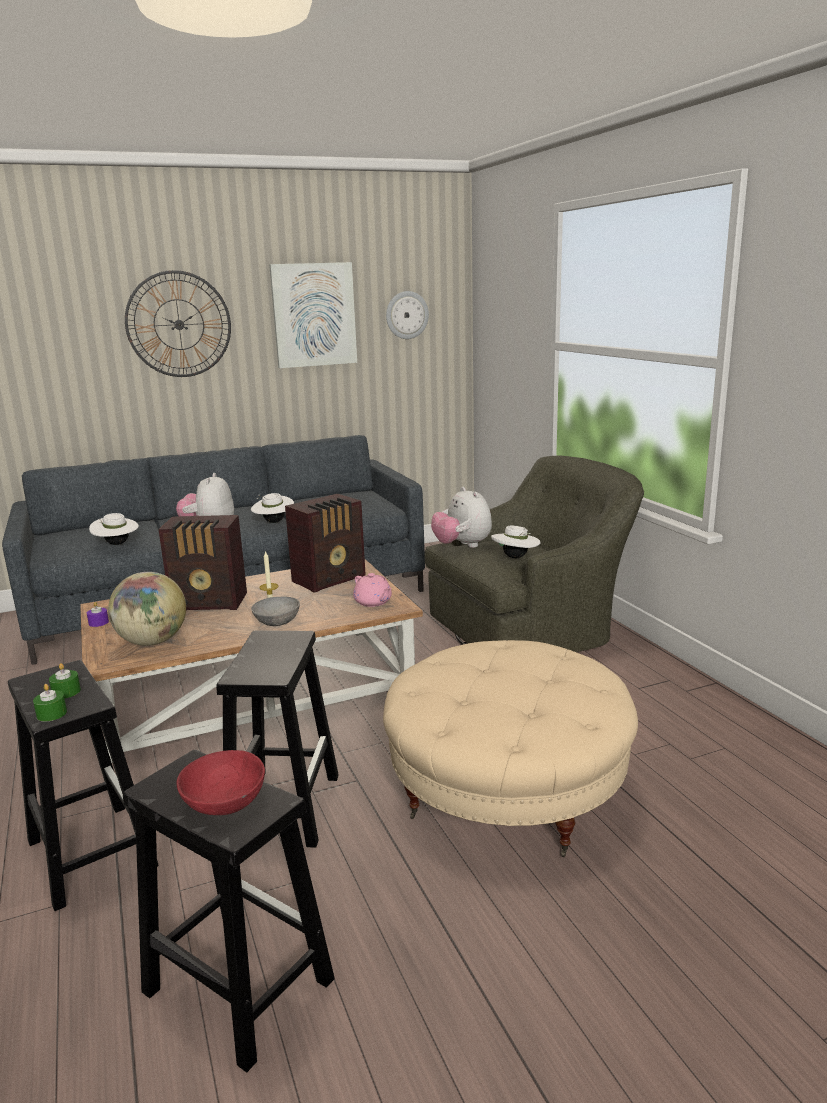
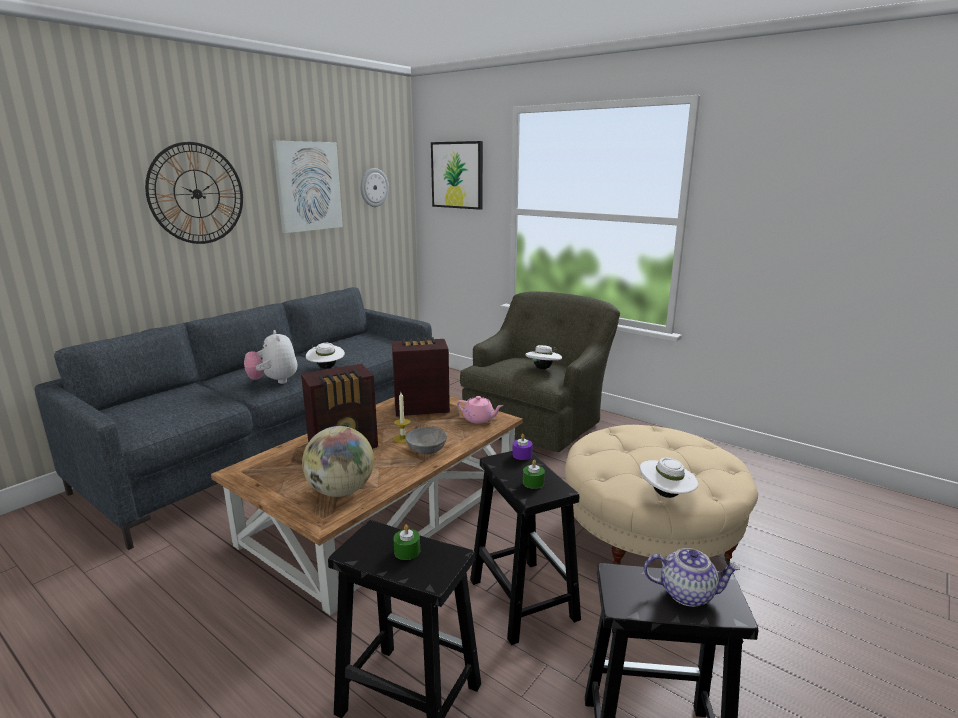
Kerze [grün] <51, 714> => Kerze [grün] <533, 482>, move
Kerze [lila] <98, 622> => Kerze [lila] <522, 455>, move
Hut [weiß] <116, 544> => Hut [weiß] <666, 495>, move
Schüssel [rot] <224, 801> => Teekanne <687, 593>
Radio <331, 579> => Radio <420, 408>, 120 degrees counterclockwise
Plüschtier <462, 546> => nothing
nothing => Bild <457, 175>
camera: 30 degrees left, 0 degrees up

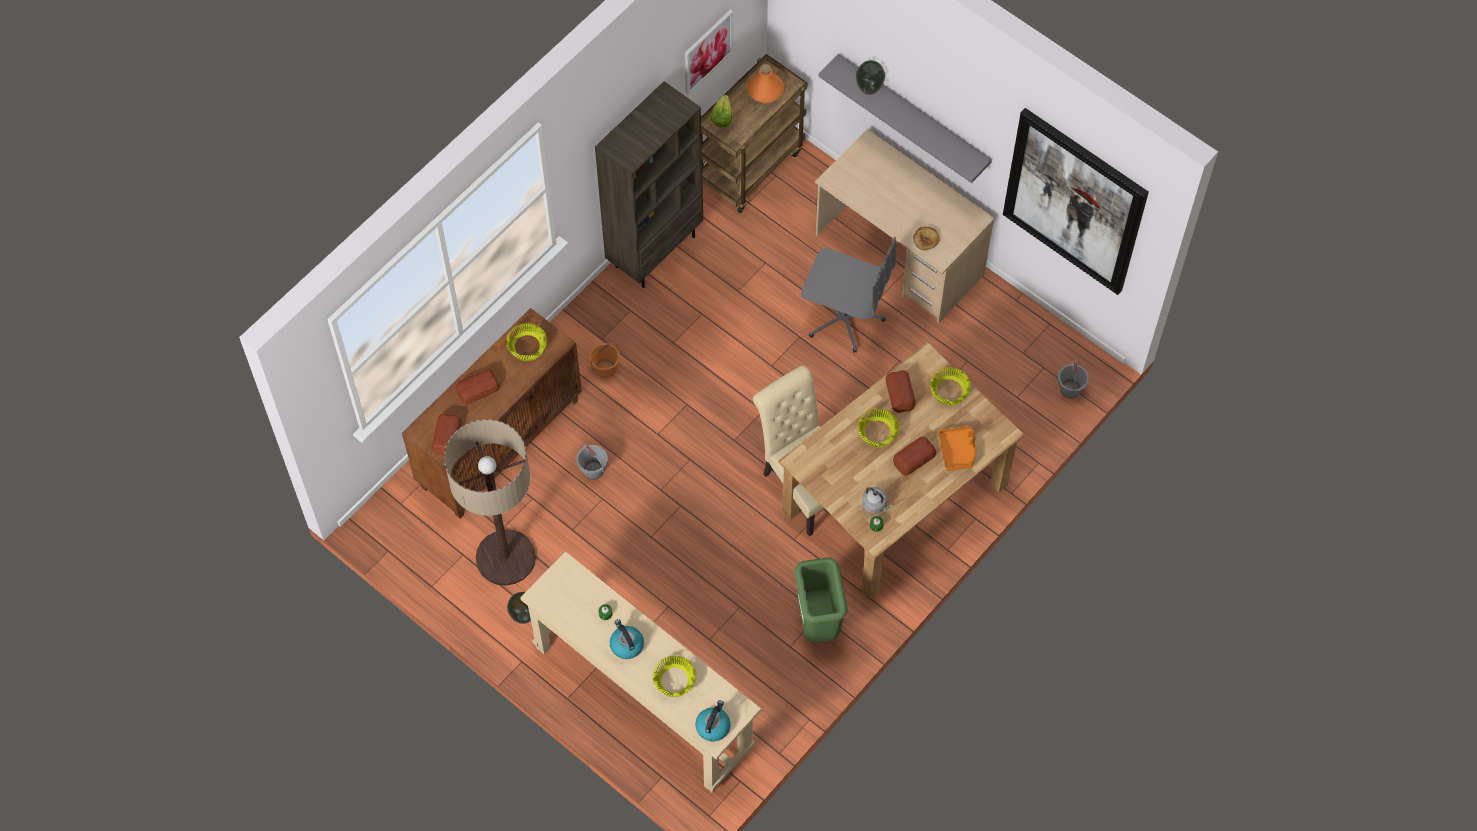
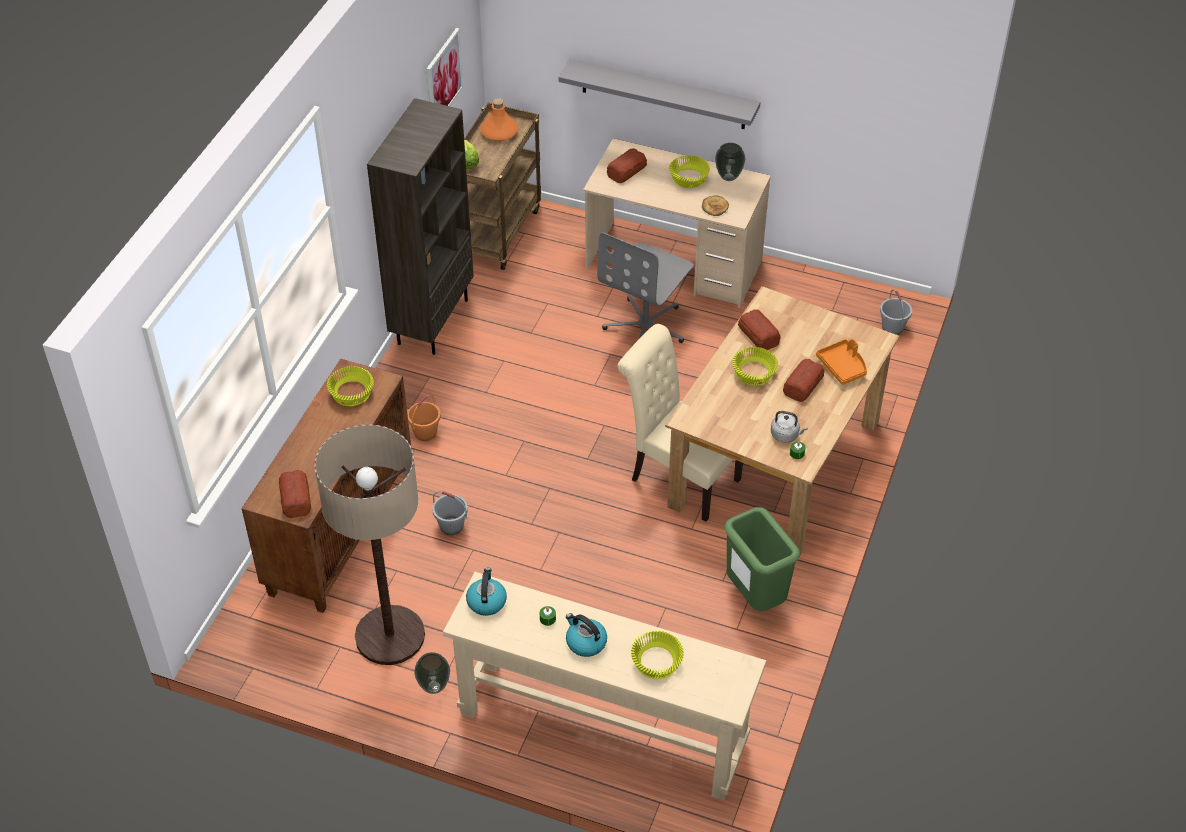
Brot <479, 389> => Brot <627, 170>, move
Wasserkessel <713, 726> => Wasserkessel <486, 601>, move
Bürostuhl [grau] <844, 317> => Bürostuhl [grau] <646, 327>, 120 degrees clockwise
Vase <869, 89> => Vase <729, 177>, move
Schüssel [gelb] <949, 392> => Schüssel [gelb] <689, 179>, move
Bild <1074, 201> => nothing
camera: 20 degrees left, 15 degrees down

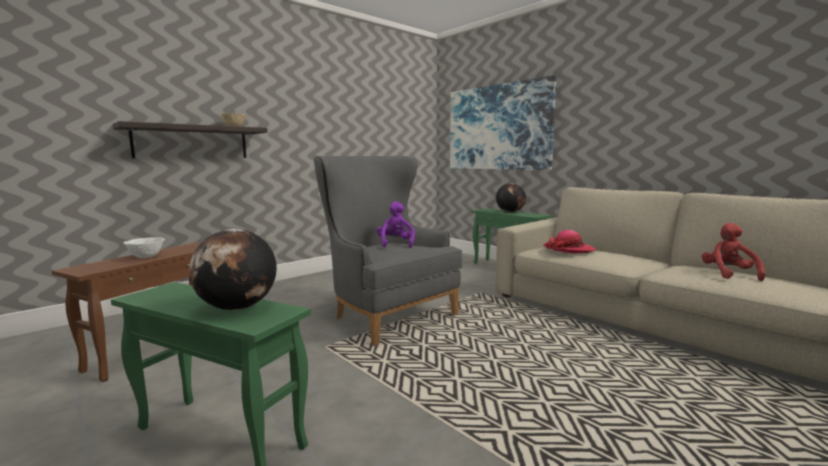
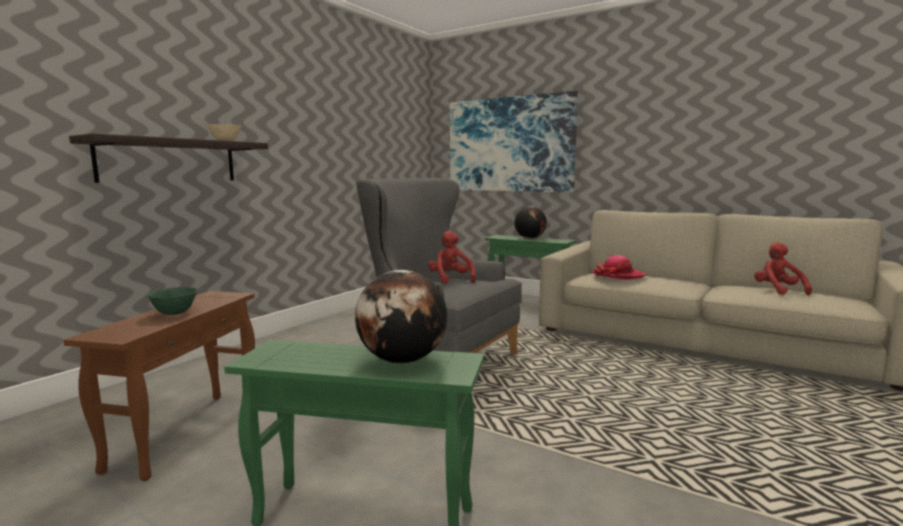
Schüssel [weiß] <146, 257> => Schüssel [grün] <175, 313>
Plüschtier [lila] <395, 244> => Plüschtier [rot] <451, 280>
camera: 15 degrees left, 0 degrees up

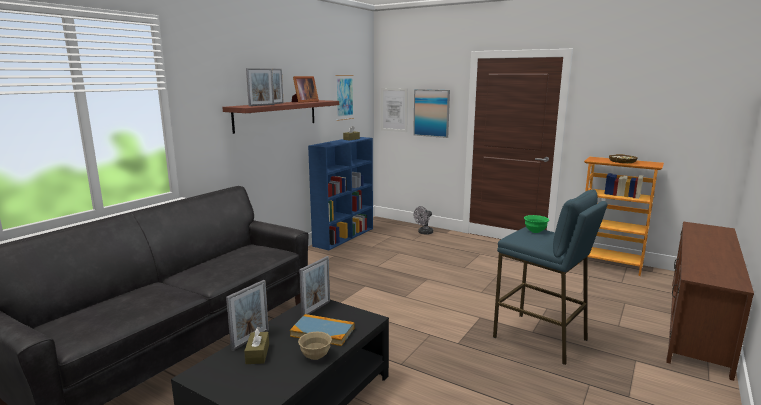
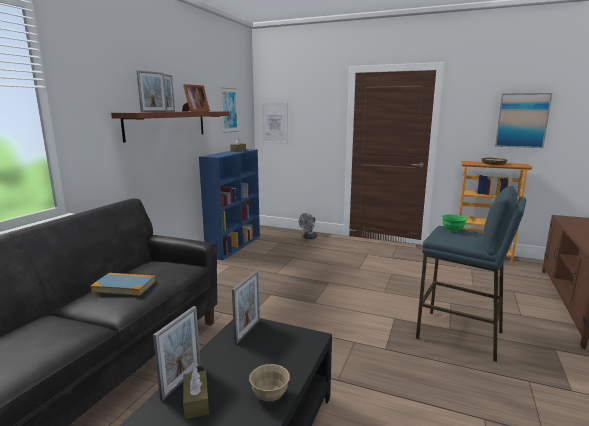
Buch <322, 332> => Buch <124, 286>, move
Bild <431, 113> => Bild <522, 120>, move
camera: 10 degrees left, 0 degrees up

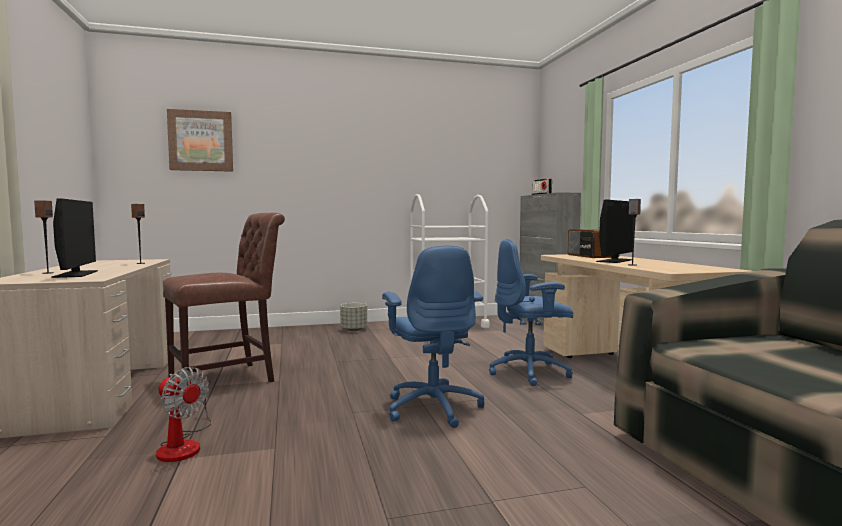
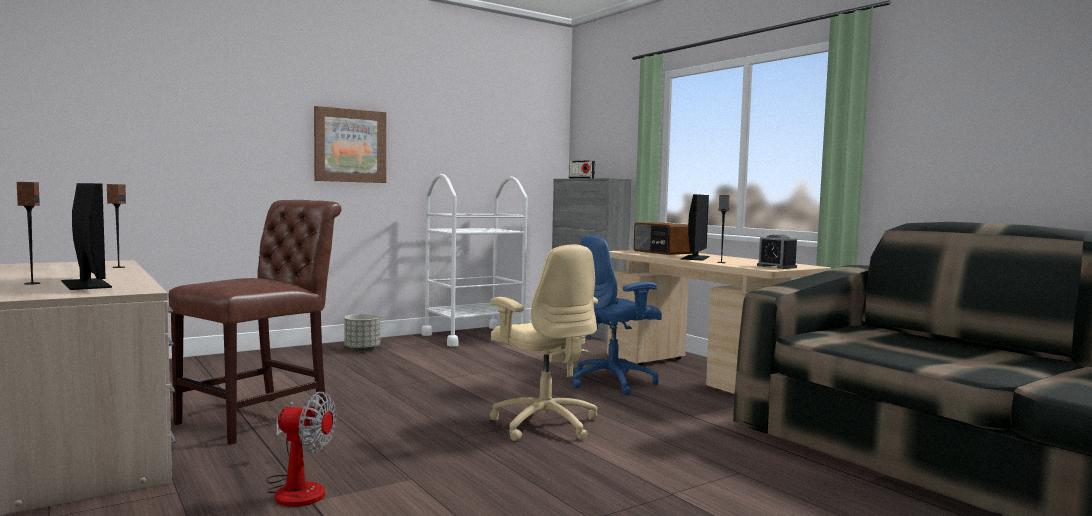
Bild <201, 141> => Bild <350, 146>, move
Bürostuhl [blau] <433, 407> => Bürostuhl [beige] <544, 424>
nothing => Wecker <776, 267>
camera: 20 degrees left, 0 degrees up

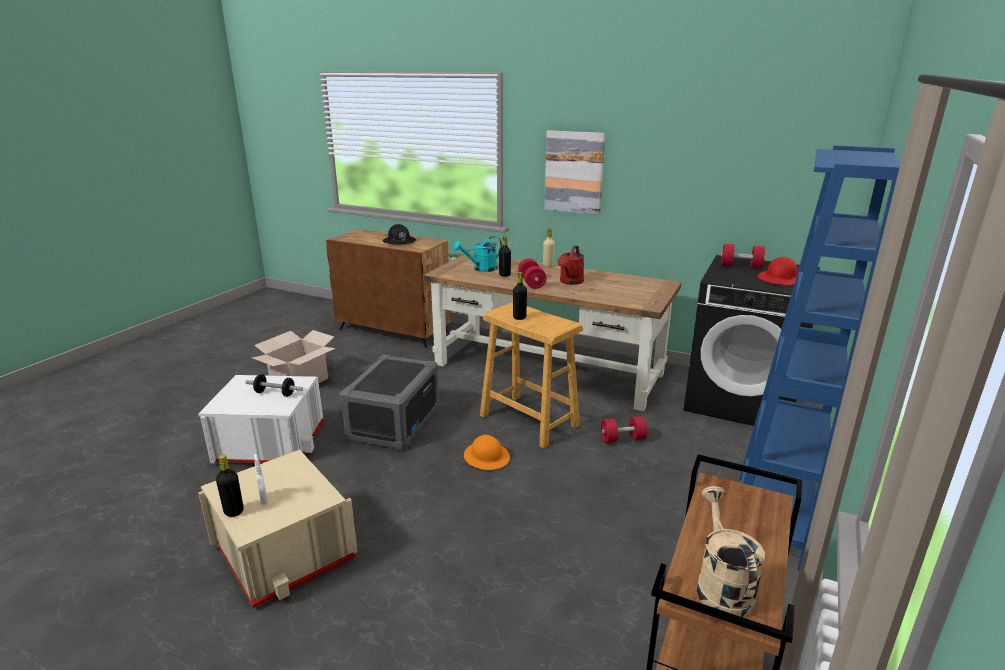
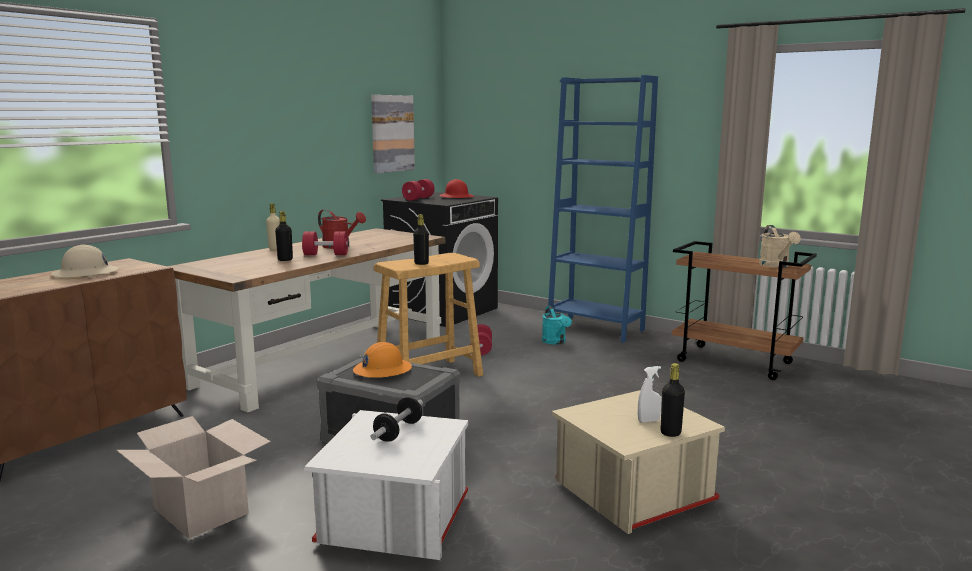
Schutzhelm [schwarz] <399, 241> => Schutzhelm [beige] <86, 273>
Gießkanne [türkis] <481, 269> => Gießkanne [türkis] <555, 342>, move
Schutzhelm [orange] <487, 457> => Schutzhelm [orange] <382, 370>, move
Bild <574, 172> => Bild <392, 133>, move
Gießkanne [beige] <721, 585> => Gießkanne [beige] <776, 266>, 105 degrees counterclockwise
camera: 80 degrees left, 10 degrees down

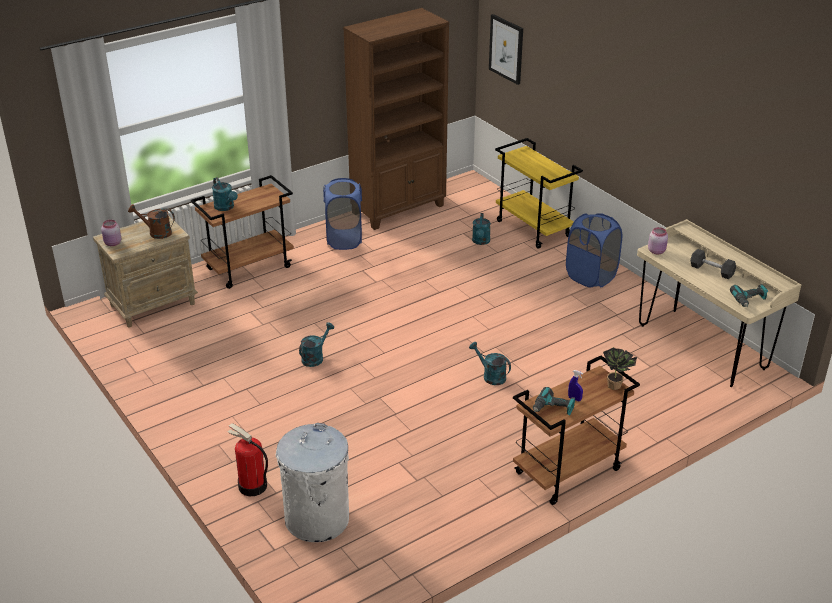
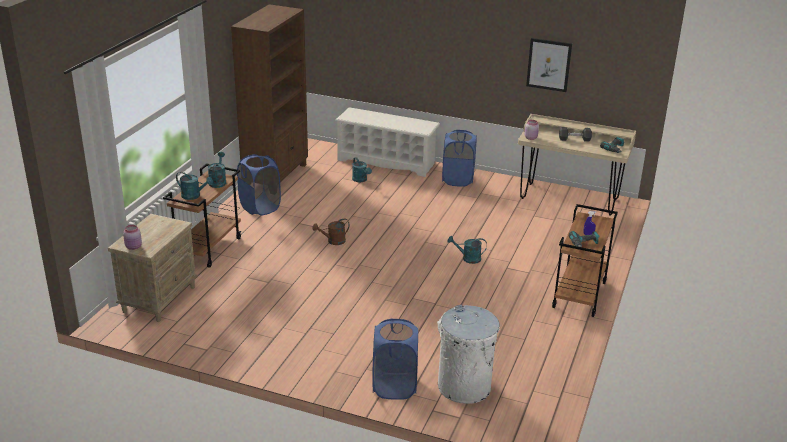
Gießkanne [braun] <156, 233> => Gießkanne [braun] <333, 241>, move
Feuerlöscher <252, 486> => Wäschekorb [blau] <394, 386>
Gießkanne [türkis] <315, 357> => Gießkanne [türkis] <218, 181>, move
Bild <506, 49> => Bild <549, 64>, move
Rollwagen [gelb] <534, 229> => Schuhregal [weiß] <387, 162>
Topfpflanze <616, 385> => nothing
camera: 35 degrees left, 5 degrees down

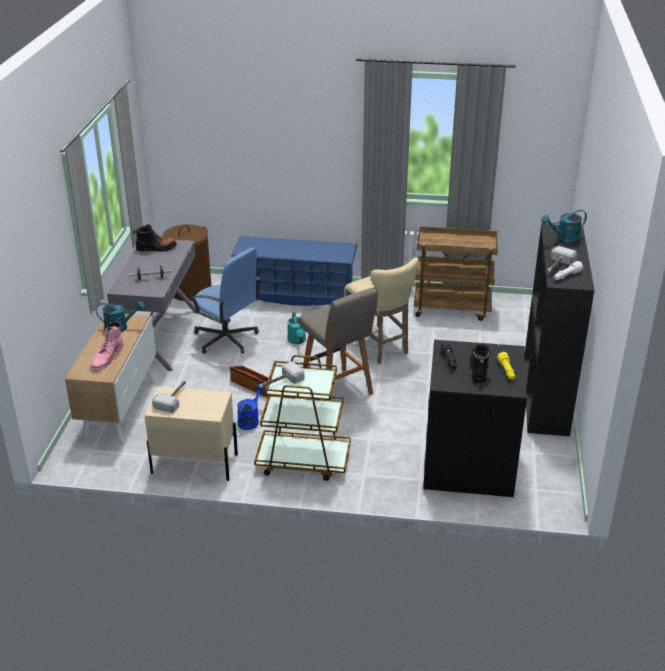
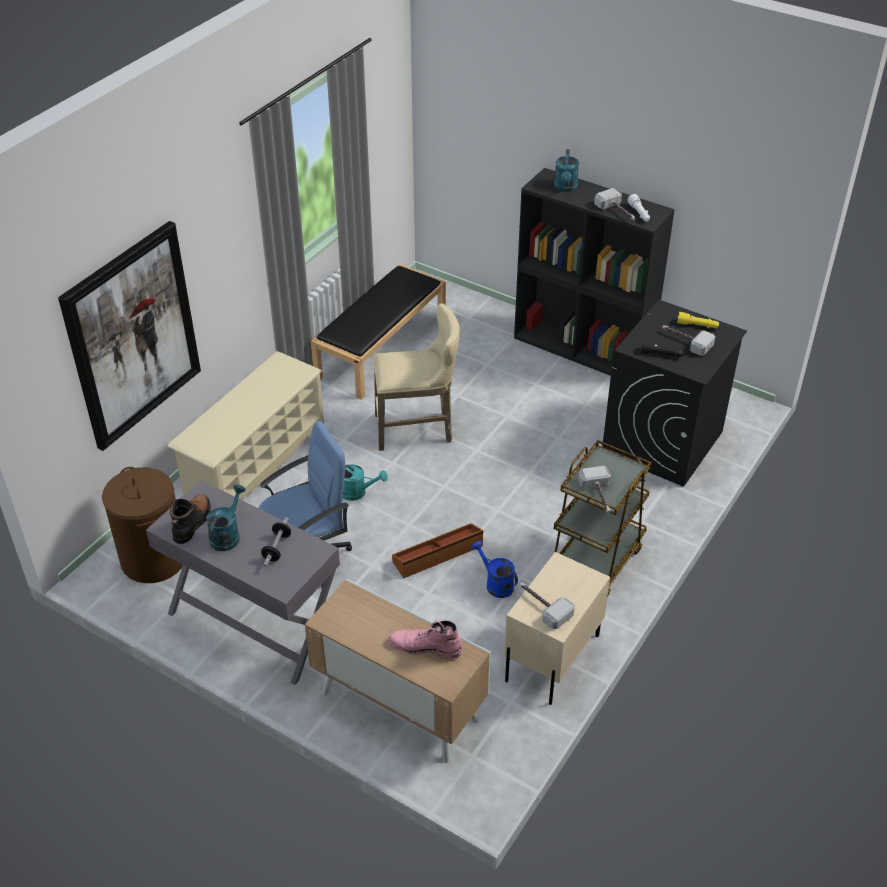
Stiefel [rosa] <107, 357> => Stiefel [rosa] <425, 647>, 150 degrees clockwise
Gießkanne [türkis] <120, 327> => Gießkanne [türkis] <227, 535>, move
Schuhregal [blau] <296, 296> => Schuhregal [beige] <255, 462>
Hocker [grau] <337, 391> => nothing
Rollwagen [braun] <452, 308> => Bank [schwarz] <381, 347>
Stiefel [schwarz] <478, 369> => Hammer <685, 341>
nothing => Bild <132, 336>
camera: 65 degrees left, 10 degrees up

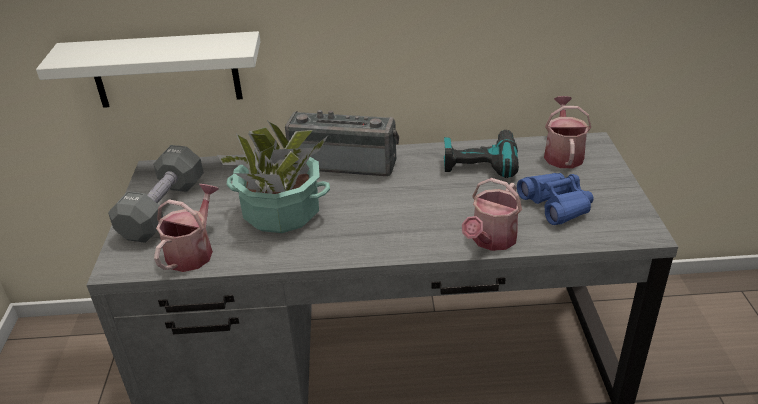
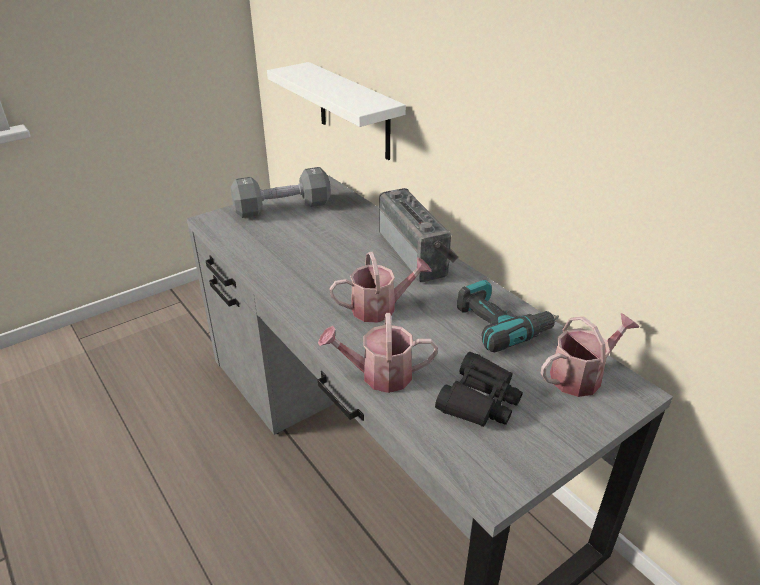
Gießkanne <193, 251> => Gießkanne <380, 308>, move
Topfpflanze <282, 213> => nothing
Fernglas [blau] <556, 205> => Fernglas [schwarz] <479, 400>
camera: 55 degrees right, 0 degrees up

